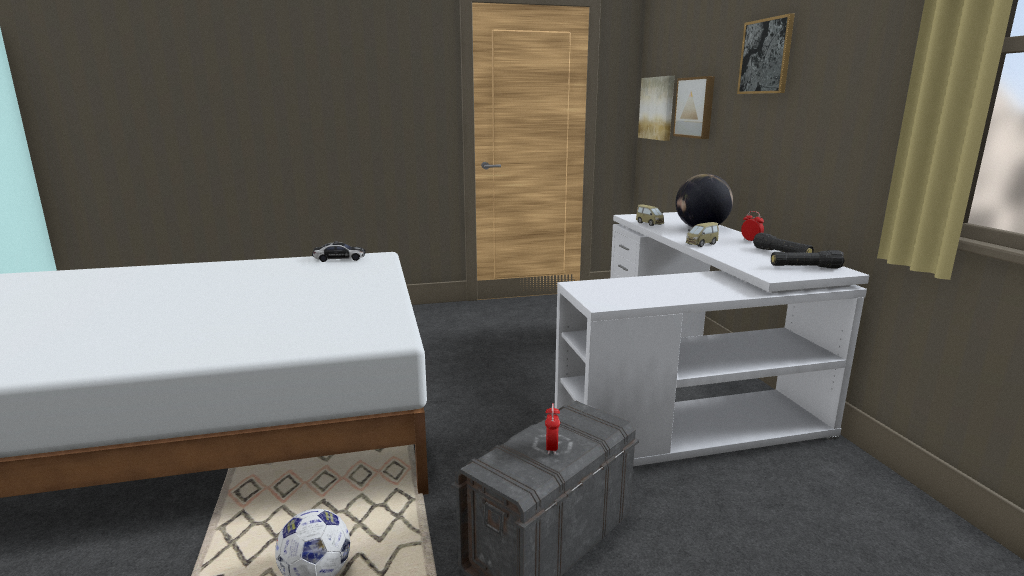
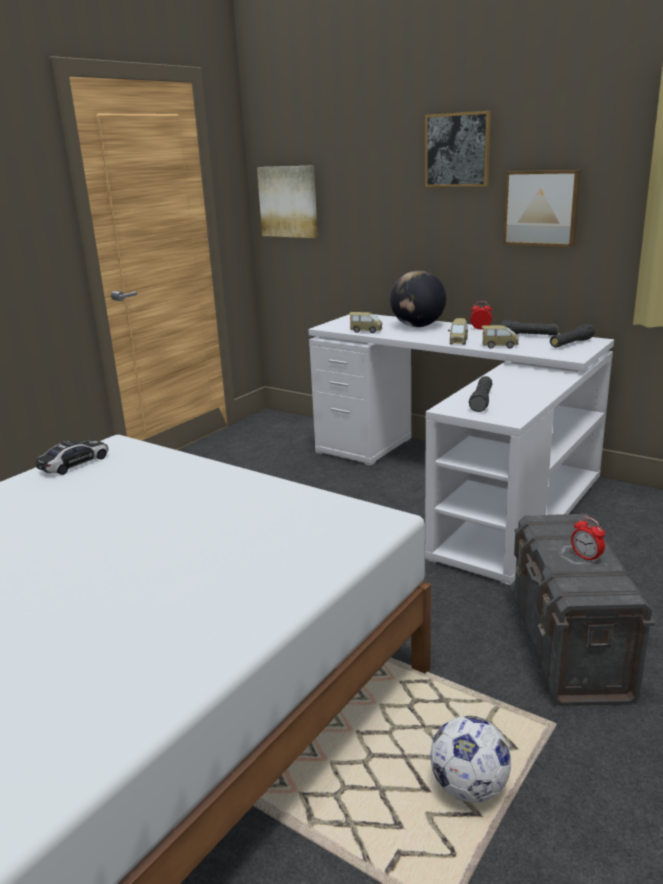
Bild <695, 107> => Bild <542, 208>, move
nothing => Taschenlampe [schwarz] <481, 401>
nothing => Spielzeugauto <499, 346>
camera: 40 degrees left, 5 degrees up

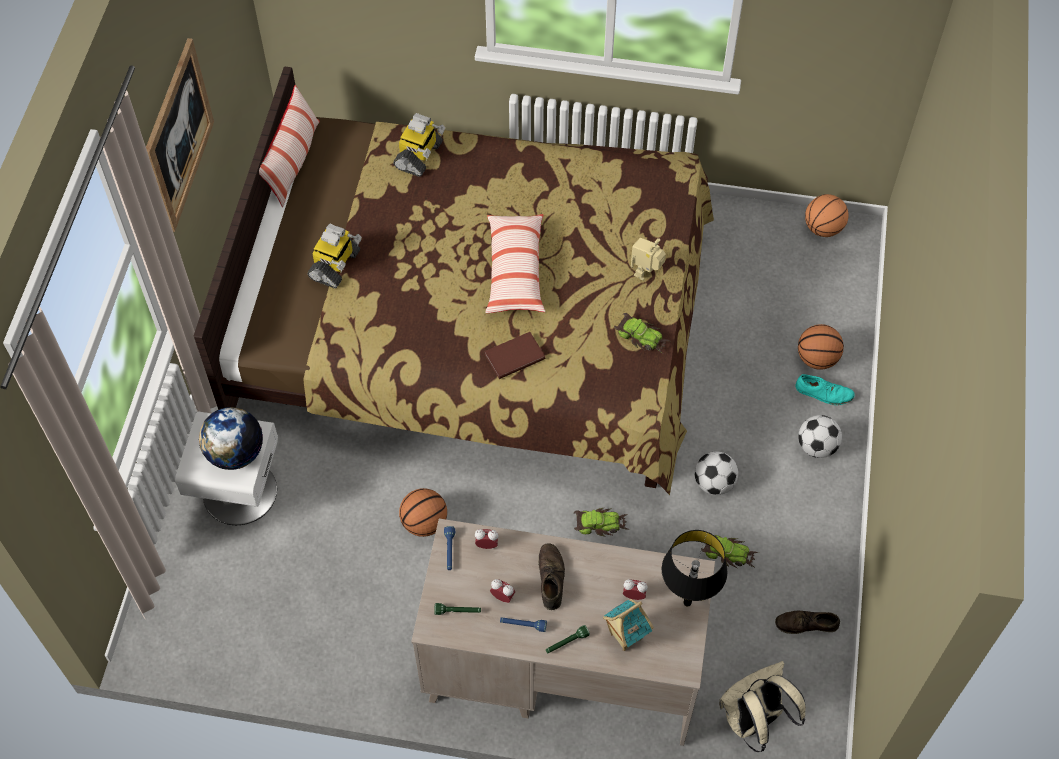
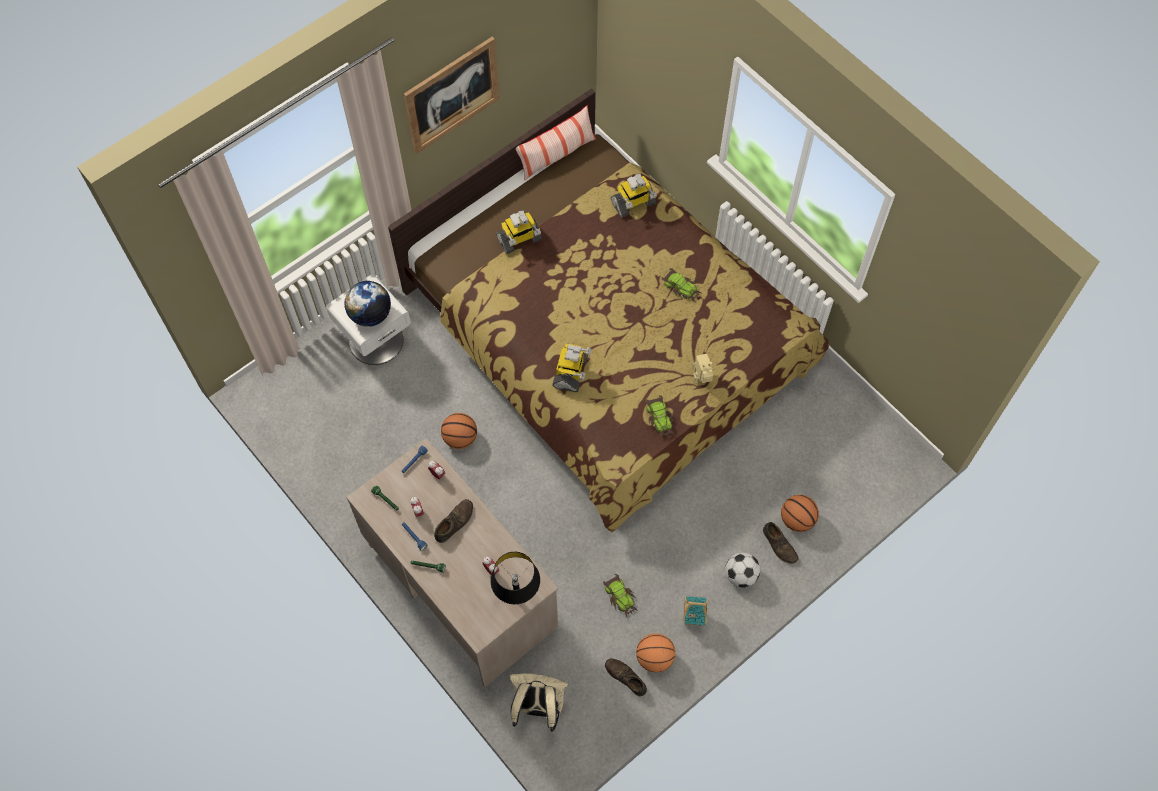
Buch [braun] <513, 356> => Spielzeugroboter <570, 373>
Kissen <515, 271> => nothing
Spielzeugauto <600, 523> => Spielzeugauto <681, 287>, move
Spielzeughaus <625, 636> => Spielzeughaus <692, 617>, move
Fußball <714, 483> => nothing
Schuh [türkis] <824, 393> => Schuh [braun] <779, 545>
Basketball <823, 228> => Basketball <654, 658>, move
camera: 40 degrees right, 5 degrees up

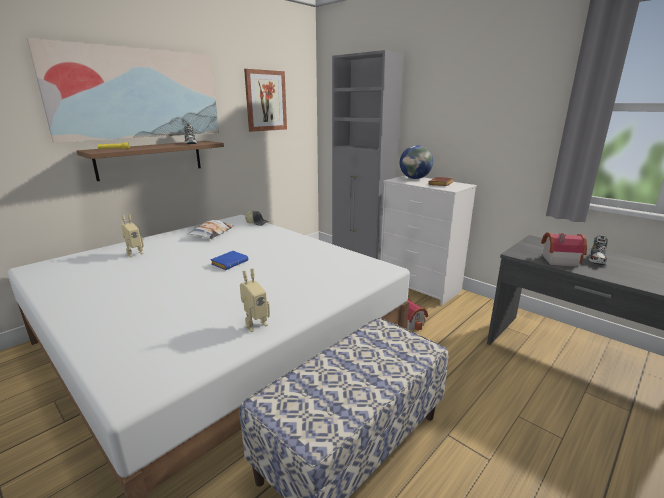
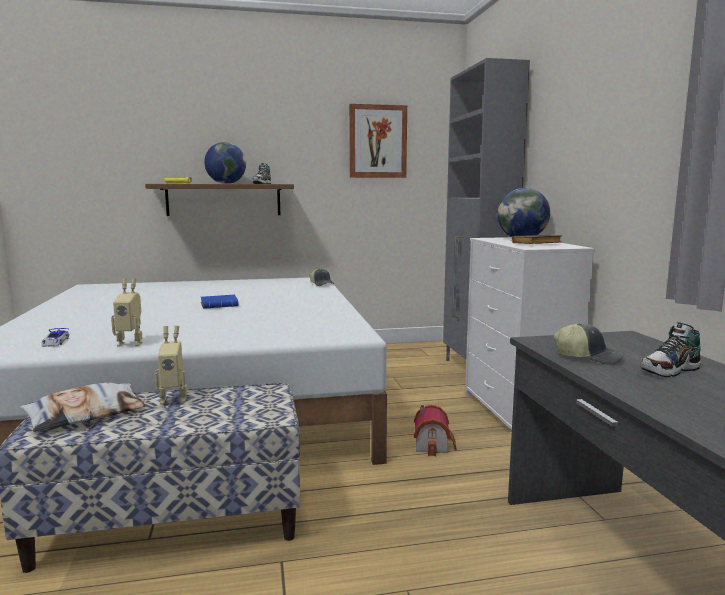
Bild <139, 94> => nothing
Spielzeugroboter <134, 254> => Spielzeugroboter <174, 399>, move
Kissen <212, 233> => Kissen <86, 414>, move
Spielzeughaus <557, 260> => Kappe <589, 357>
nothing => Spielzeugauto <55, 342>
nothing => Globus <226, 183>
camera: 35 degrees right, 10 degrees down

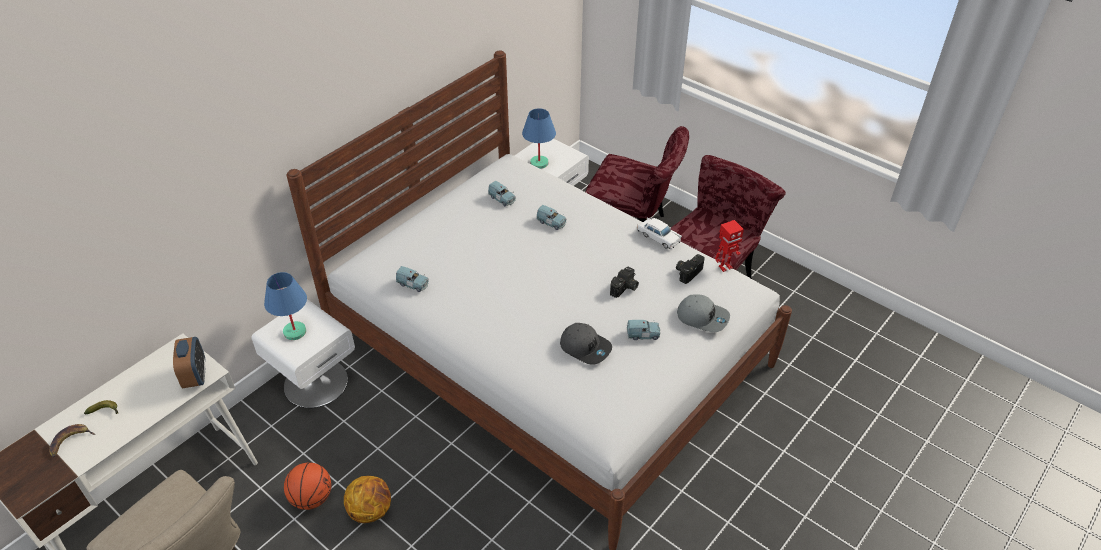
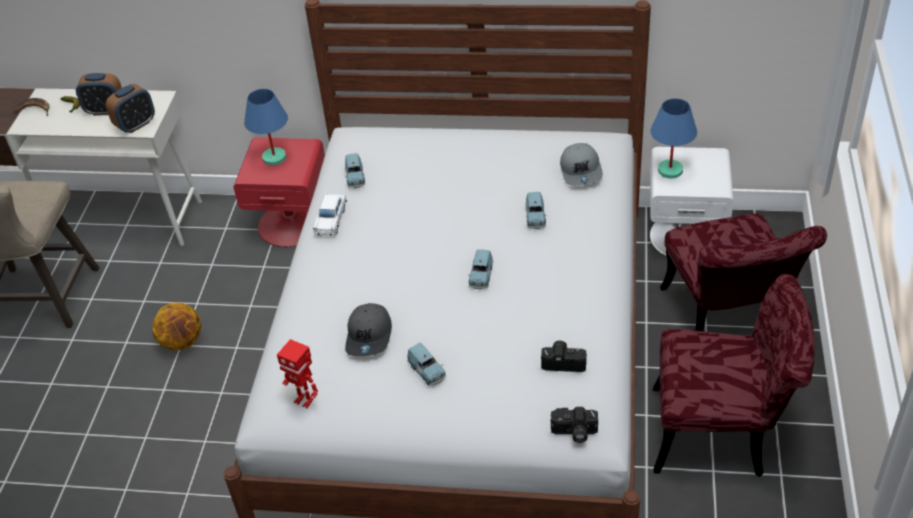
Nachttisch [weiß] <315, 382> => Nachttisch [rot] <291, 223>
Basketball <311, 498> => nothing
Spielzeugauto [blau] <502, 199> => Spielzeugauto [blau] <481, 277>, move
Kamera <625, 288> => Kamera <574, 432>, move
Spielzeugauto [weiß] <658, 237> => Spielzeugauto [weiß] <331, 219>, move
Kappe [grau] <702, 317> => Kappe [grau] <581, 171>, move
Spielzeugroboter <724, 267> => Spielzeugroboter <304, 400>, move
nothing => Wecker <105, 110>
camera: 60 degrees right, 0 degrees up

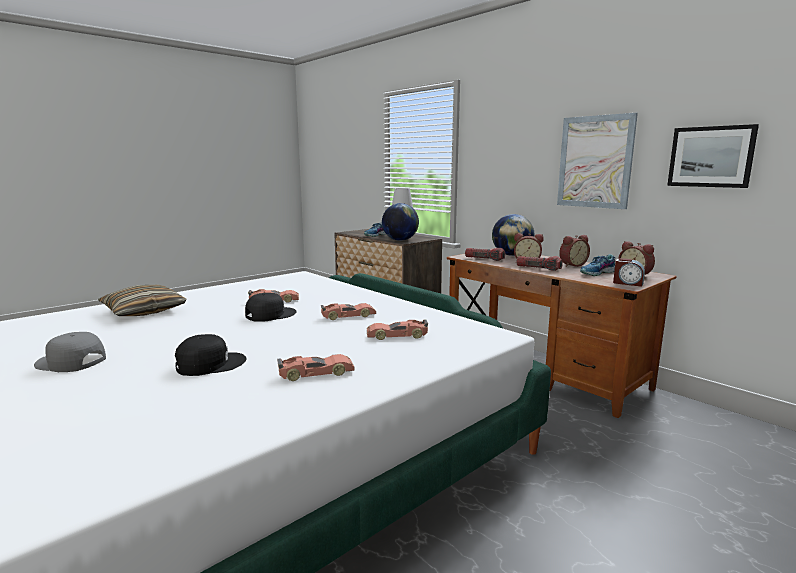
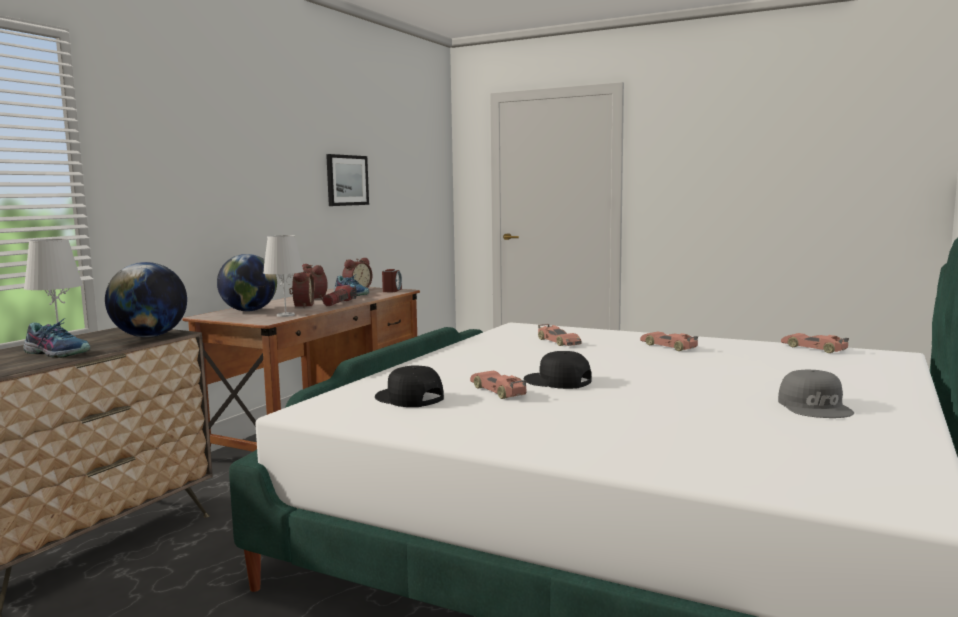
Kissen <144, 311> => nothing
Kappe [schwarz] <210, 364> => Kappe [schwarz] <408, 398>, move
Spielzeugauto <348, 316> => Spielzeugauto <814, 348>, move
Taschenlampe <484, 259> => Tischlampe [weiß] <285, 315>
Bild <595, 162> => nothing
camera: 110 degrees left, 5 degrees down

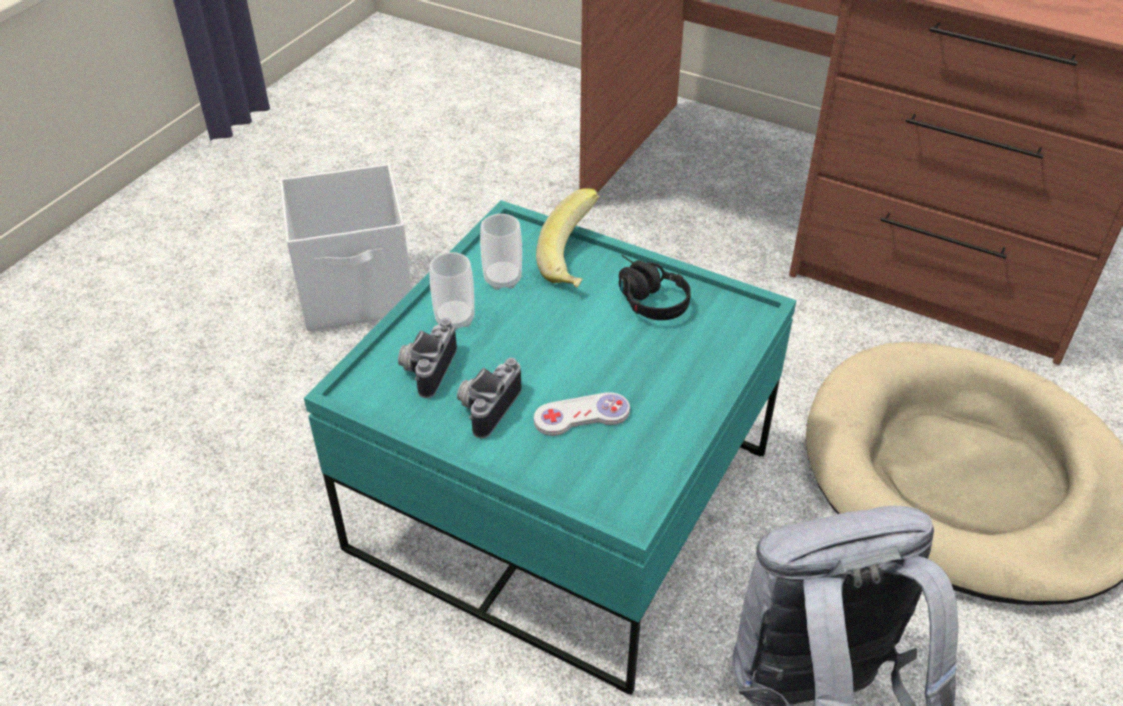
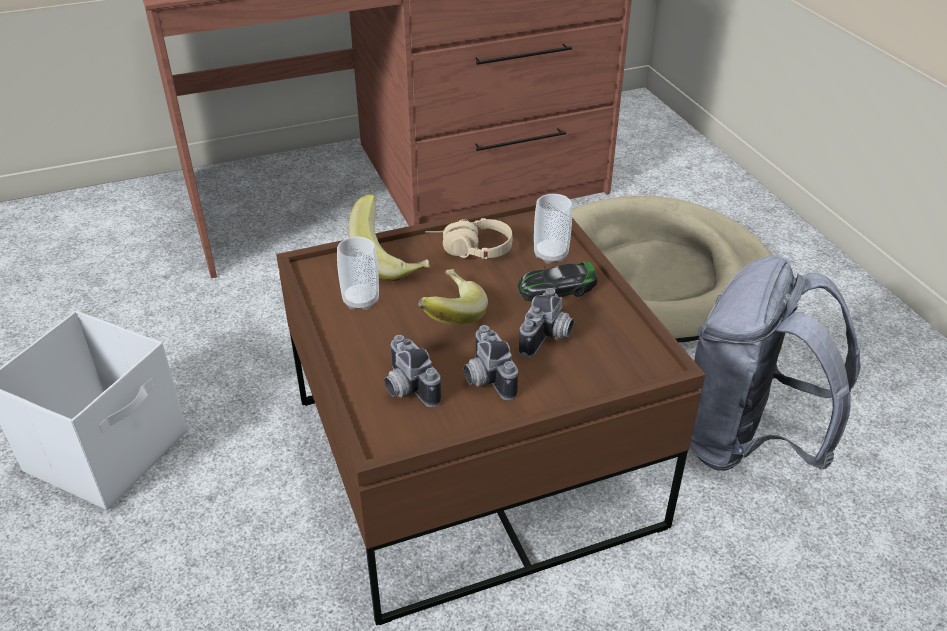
Couchtisch [türkis] <562, 501> => Couchtisch [braun] <474, 461>
Tasse <455, 319> => Tasse <550, 255>, move
Gamepad [weiß] <581, 416> => Kamera <548, 338>
Kopfhörer [schwarz] <645, 297> => Kopfhörer [beige] <468, 250>
nothing => Banane <448, 315>
nothing => Spielzeugauto <557, 288>
camera: 50 degrees left, 5 degrees down

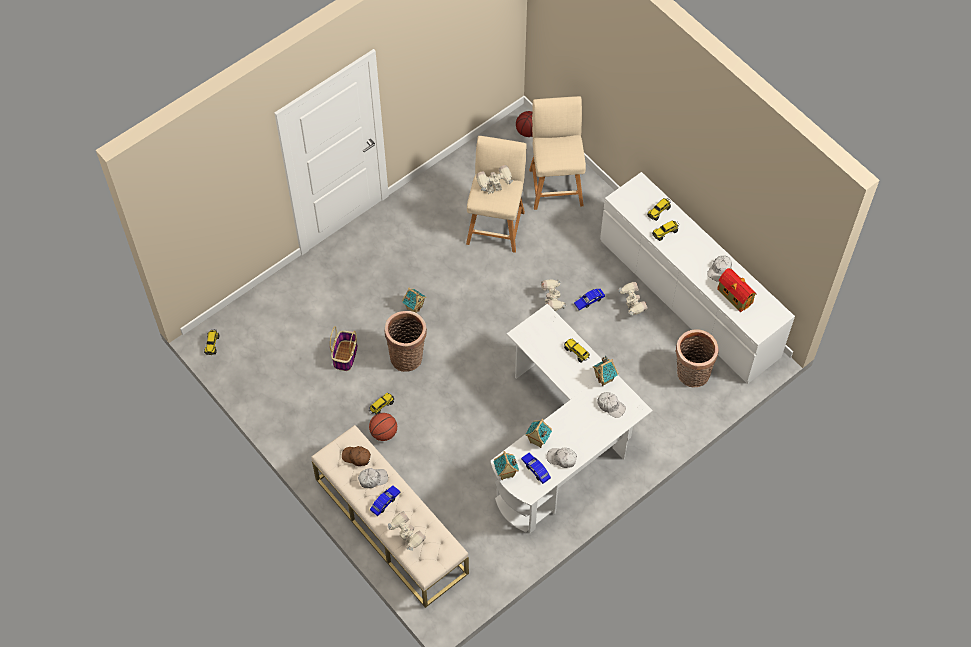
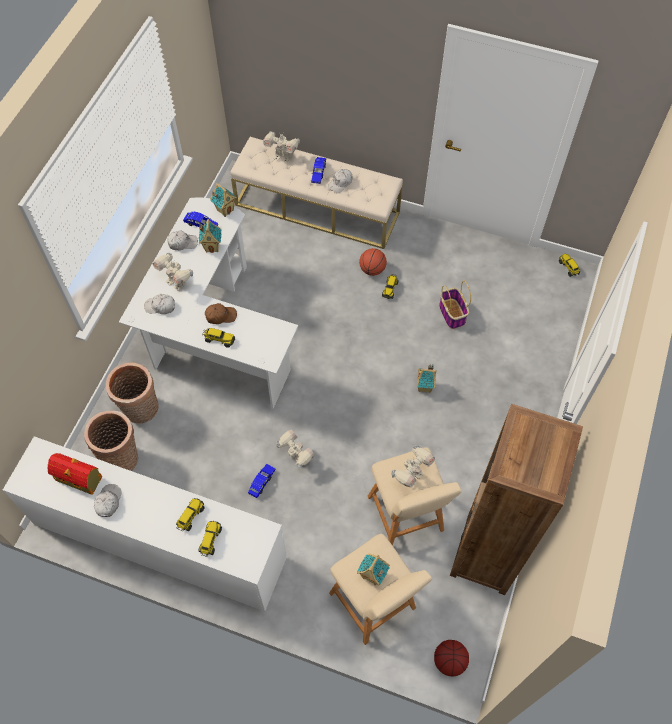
Kappe [braun] <356, 457> => Kappe [braun] <220, 316>, move
Korb <407, 355> => Korb <141, 410>, move
Spielzeughaus <604, 379> => Spielzeughaus <371, 576>, move
Spielzeugroboter <631, 309> => Spielzeugroboter <176, 282>, move
nothing => Bücherregal [braun] <486, 554>
camera: 150 degrees right, 0 degrees up

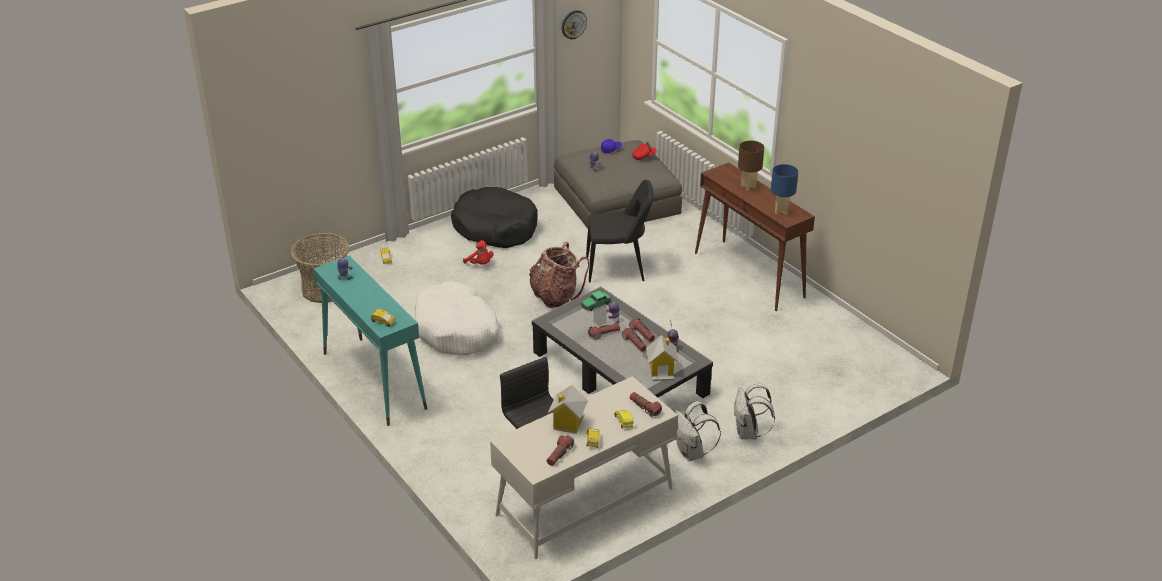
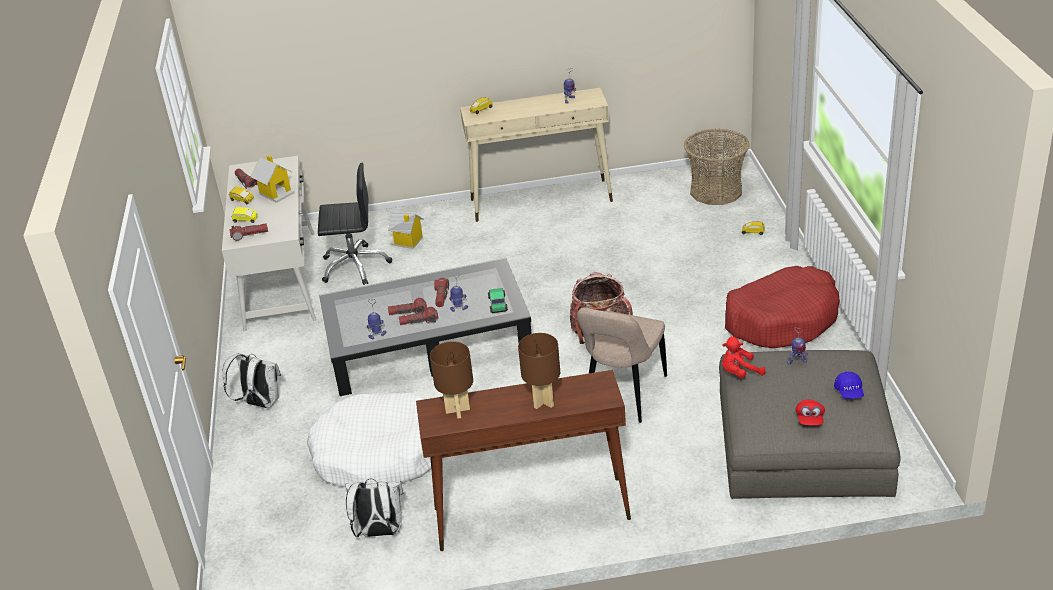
Konsolentisch [türkis] <373, 380> => Konsolentisch [beige] <542, 200>
Hundebett [weiß] <456, 330> => Hundebett [weiß] <379, 454>, move
Hundebett [schwarz] <495, 228> => Hundebett [rot] <782, 319>
Plüschtier [rot] <480, 264> => Plüschtier [rot] <739, 373>, move
Wanduhr <573, 24> => nothing
Stuhl [schwarz] <618, 269> => Stuhl [beige] <623, 396>
Spielzeughaus <662, 371> => Spielzeughaus <408, 241>, move
Rucksack [weiß] <692, 453> => Rucksack [weiß] <379, 532>, move
Tischlampe [blau] <781, 211> => Tischlampe [braun] <457, 410>
camera: 120 degrees right, 0 degrees up

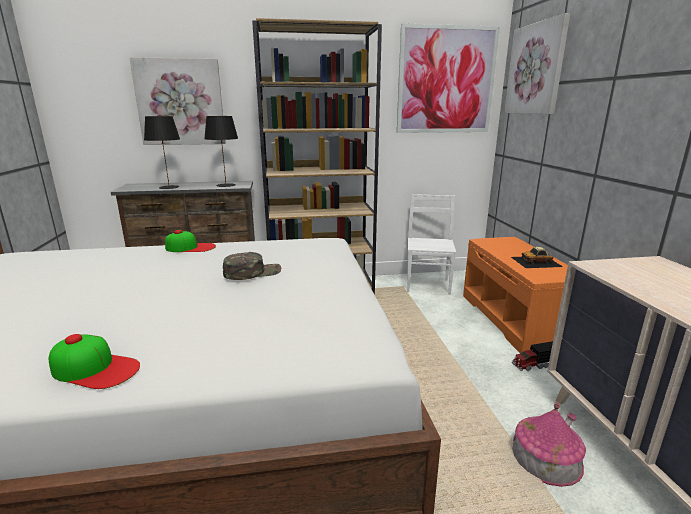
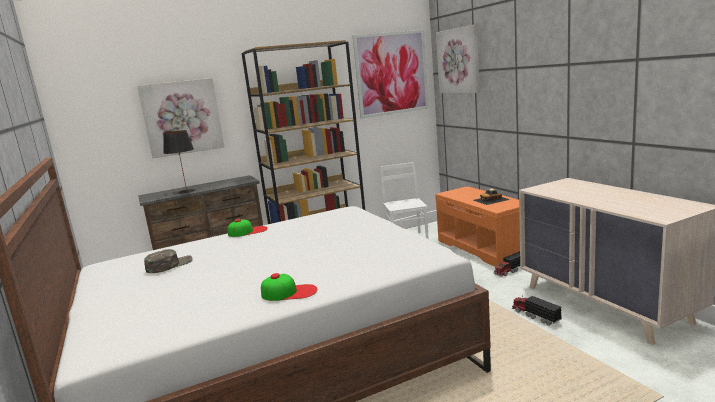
Tischlampe [schwarz] <226, 185> => nothing
Kappe [grün] <252, 272> => Kappe [grün] <169, 265>, move
Spielzeughaus <545, 457> => Spielzeuglaster <535, 315>
camera: 15 degrees left, 5 degrees down

